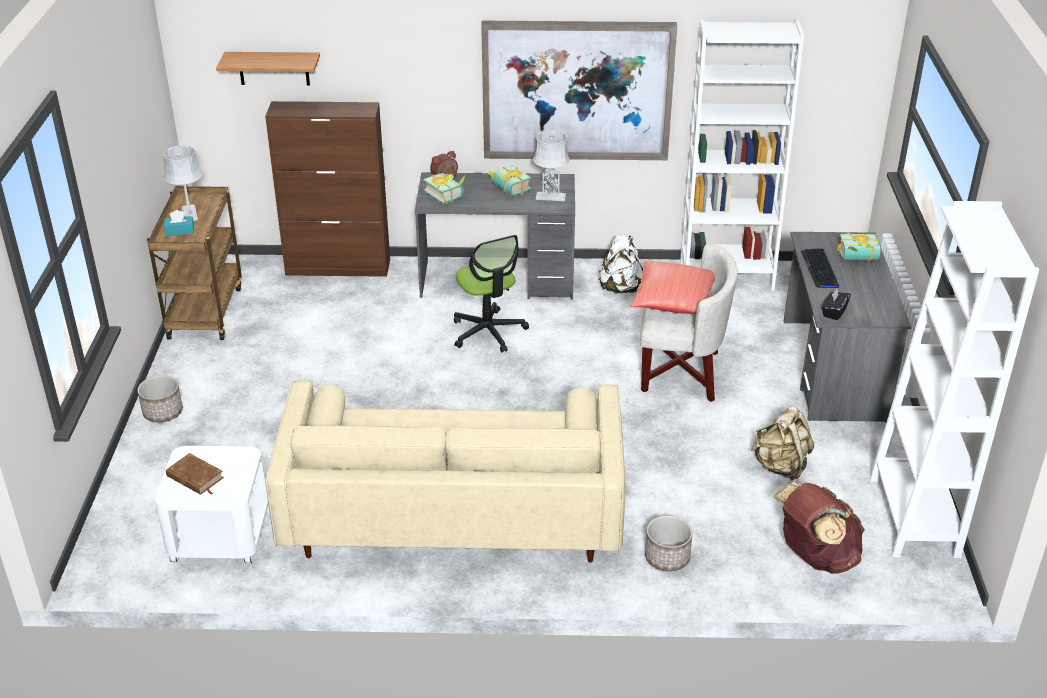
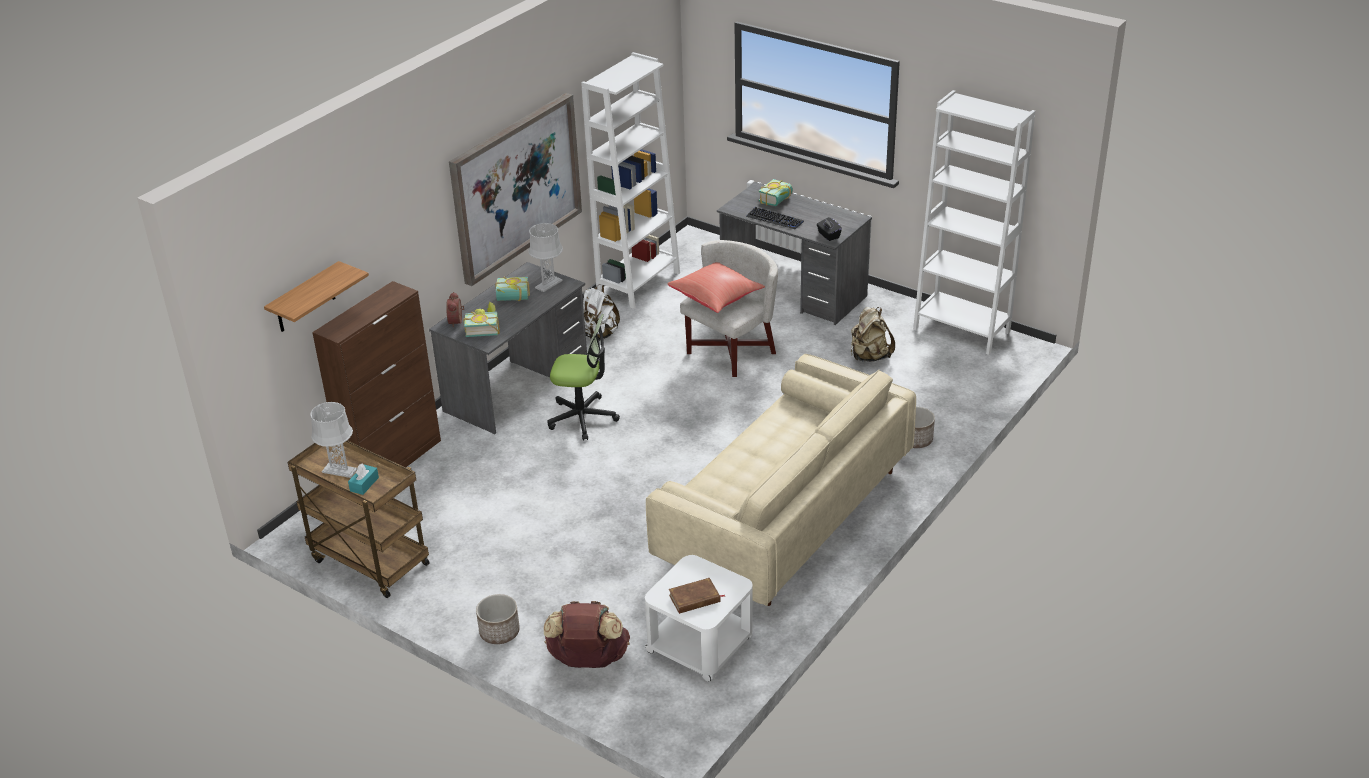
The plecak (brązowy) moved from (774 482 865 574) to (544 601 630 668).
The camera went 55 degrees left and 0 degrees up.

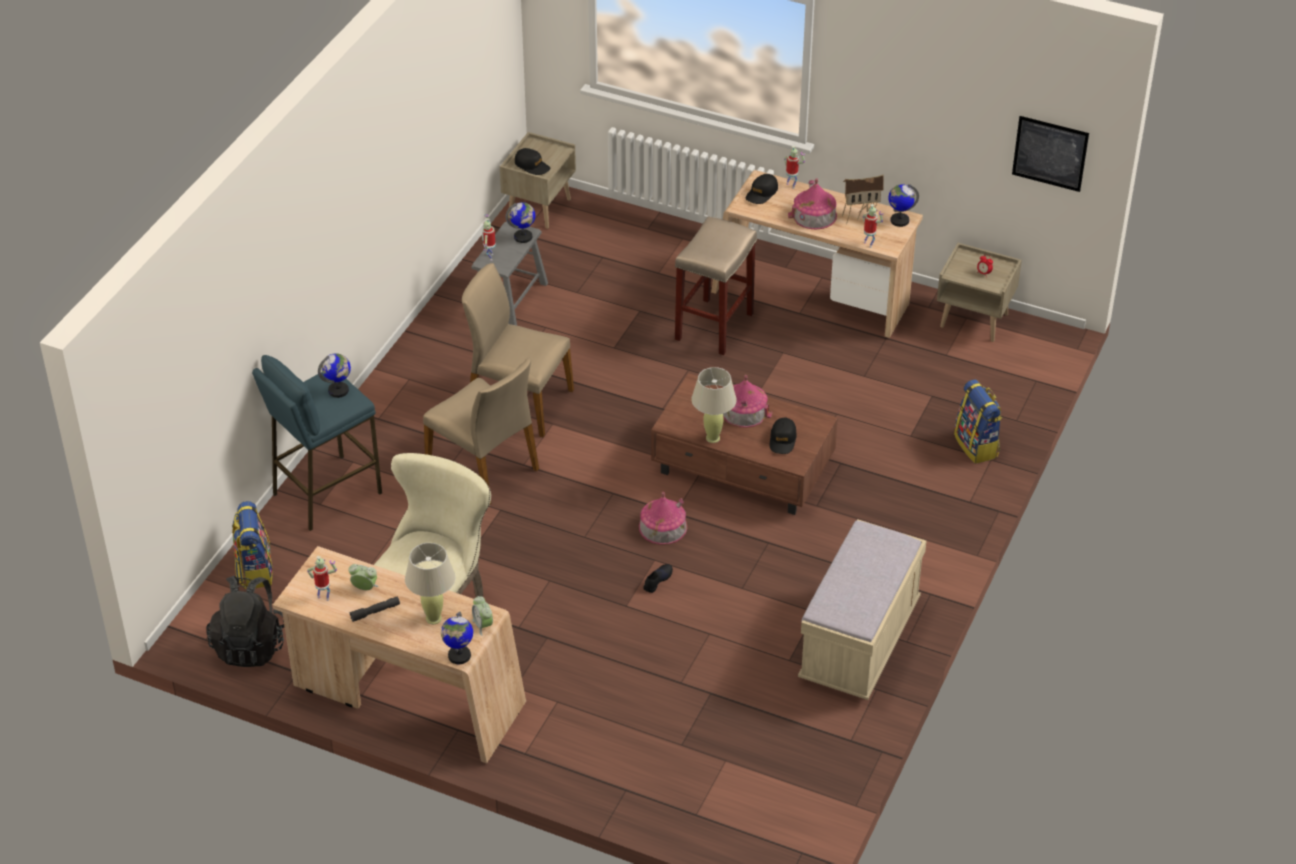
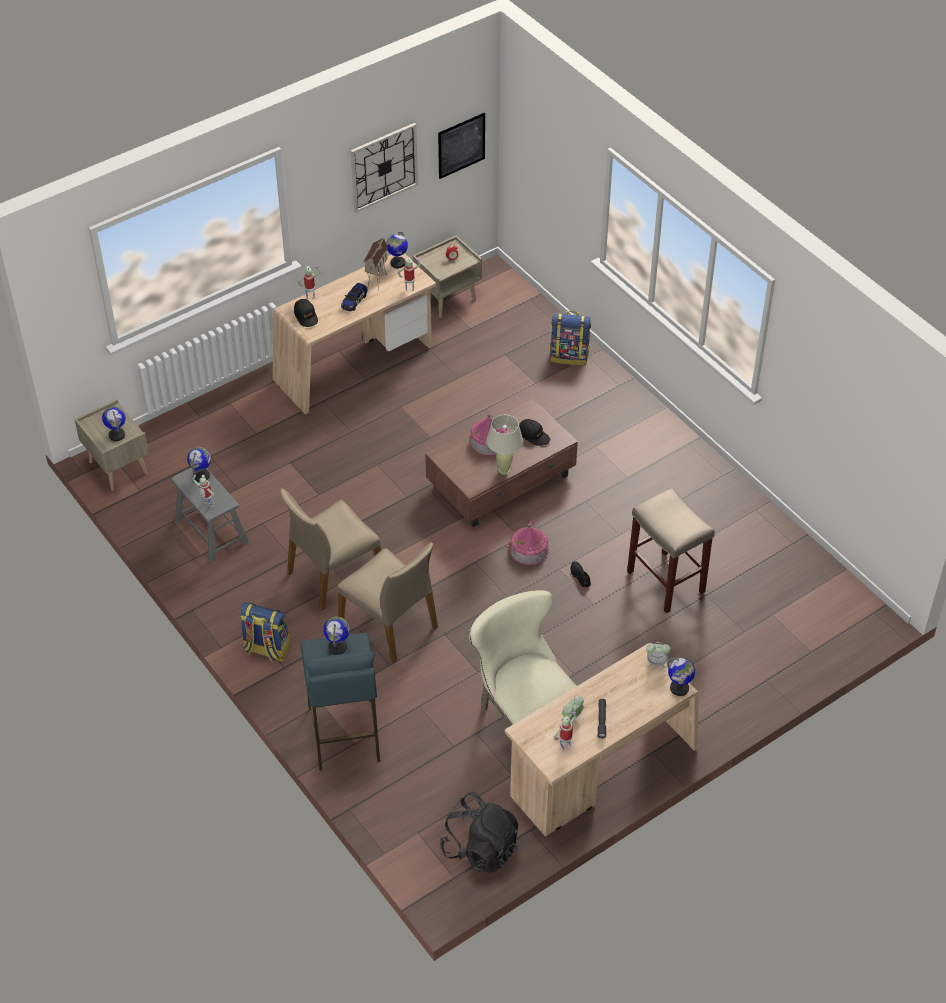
The czapka z daszkiem (czarny) at (515 148 550 175) was replaced by the globus at (102 406 126 441).
The plecak moved from (232 501 273 589) to (240 602 290 662).
The krzesło (beżowy) at (423 358 539 504) turned 60 degrees clockwise.
The domek at (788 178 837 230) was replaced by the samochodzik at (341 283 368 311).
The zegar ścienny at (351 123 418 213) appeared.
The stołek (beżowy) moved from (675 216 757 355) to (627 488 715 613).
The lampa stołowa (beżowy) at (405 543 455 624) disappeared.
The ławka (beżowy) at (798 519 926 700) disappeared.
The camera went 60 degrees left and 5 degrees up.

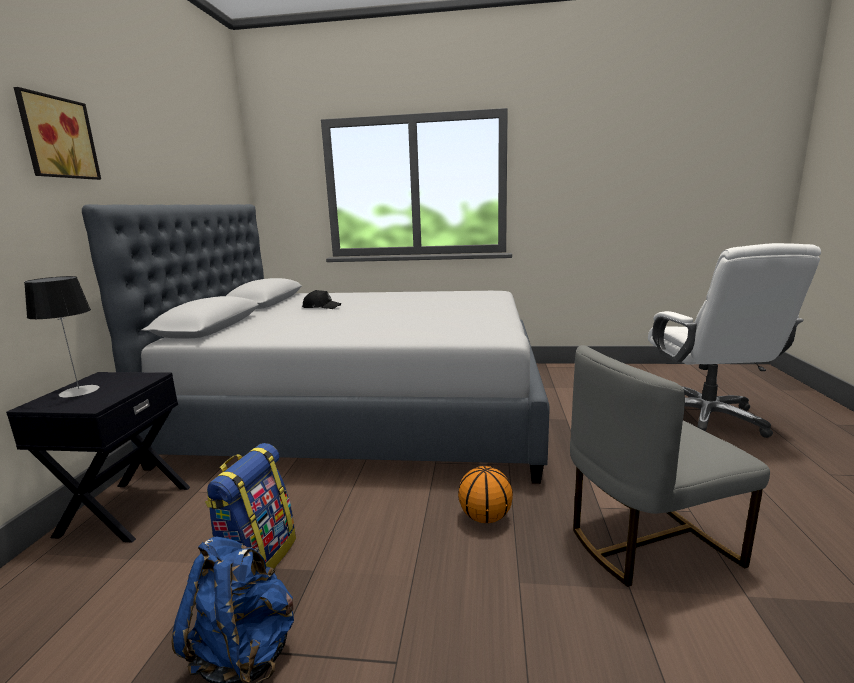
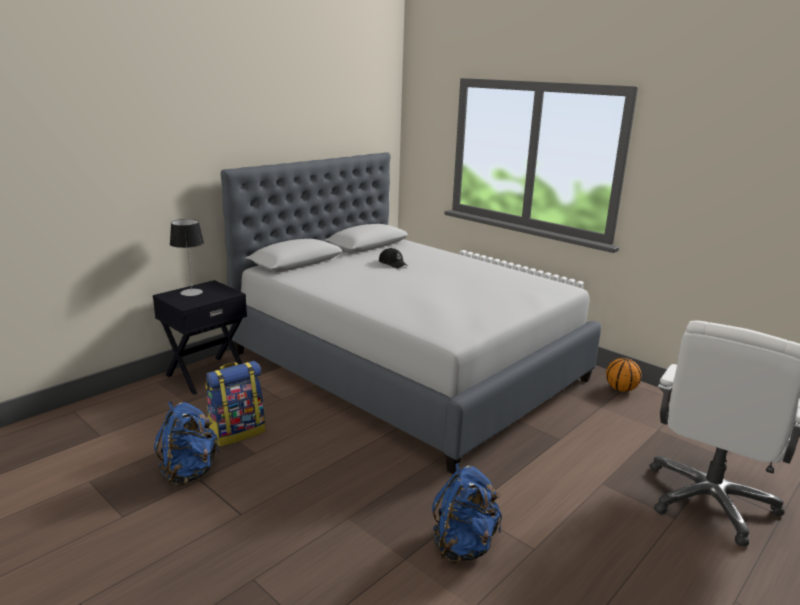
The krzesło (szary) at (570 345 770 587) was replaced by the plecak (niebieski) at (432 463 502 564).
The piłka do koszykówki moved from (458 466 513 523) to (606 358 642 392).
The obraz at (14 87 101 180) disappeared.
The camera went 35 degrees right and 5 degrees up.

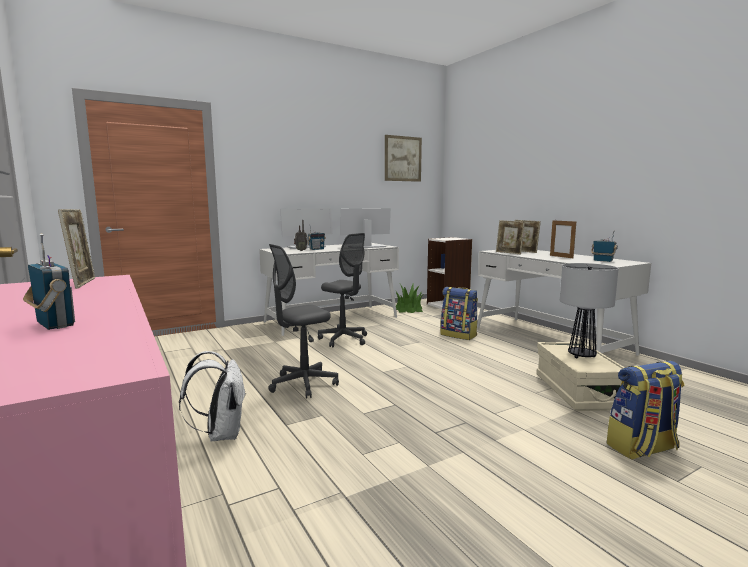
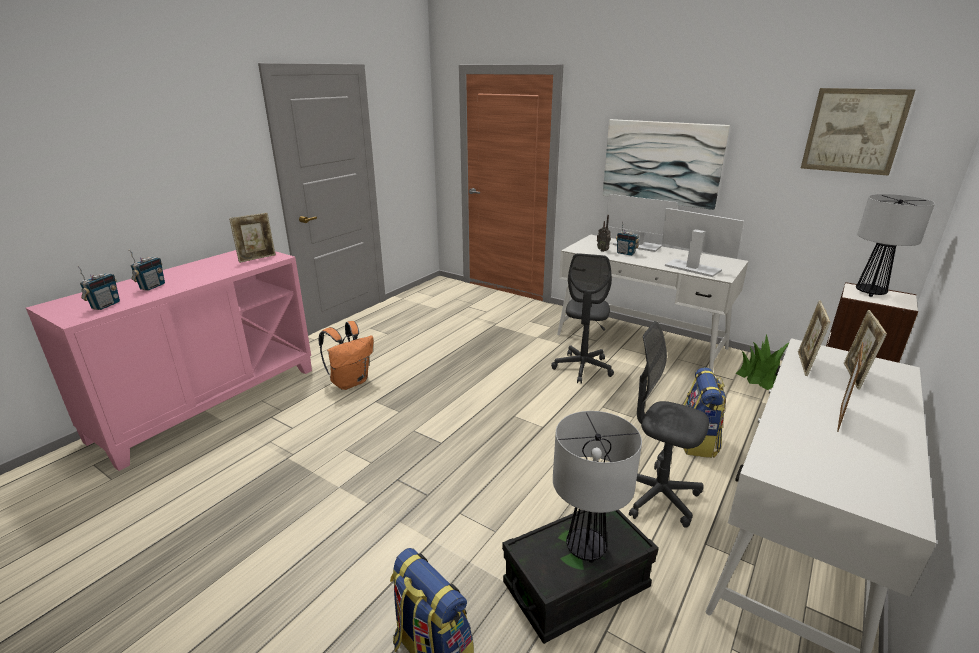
The radio moved from (591 232 618 262) to (77 266 120 310).
The plecak (biały) at (179 351 246 441) became the plecak (pomarańczowy) at (319 321 373 390).
The pojemnik do przechowywania (beżowy) at (536 341 625 411) became the pojemnik do przechowywania (czarny) at (502 510 659 644).
The obraz at (602 119 730 210) appeared.
The krzesło biurowe (szary) moved from (268 244 339 398) to (629 321 709 528).
The lampa stołowa at (856 194 935 297) appeared.
The camera went 65 degrees right and 15 degrees up.

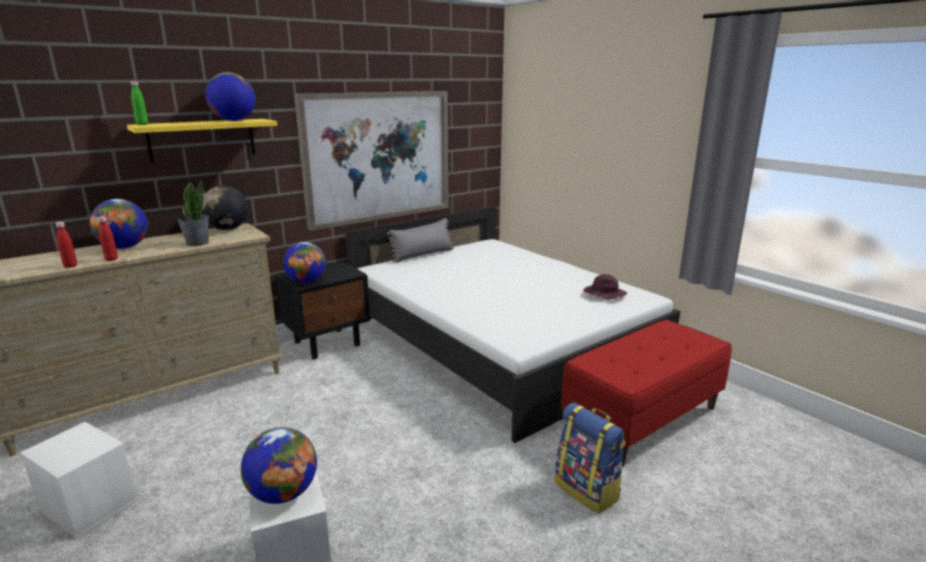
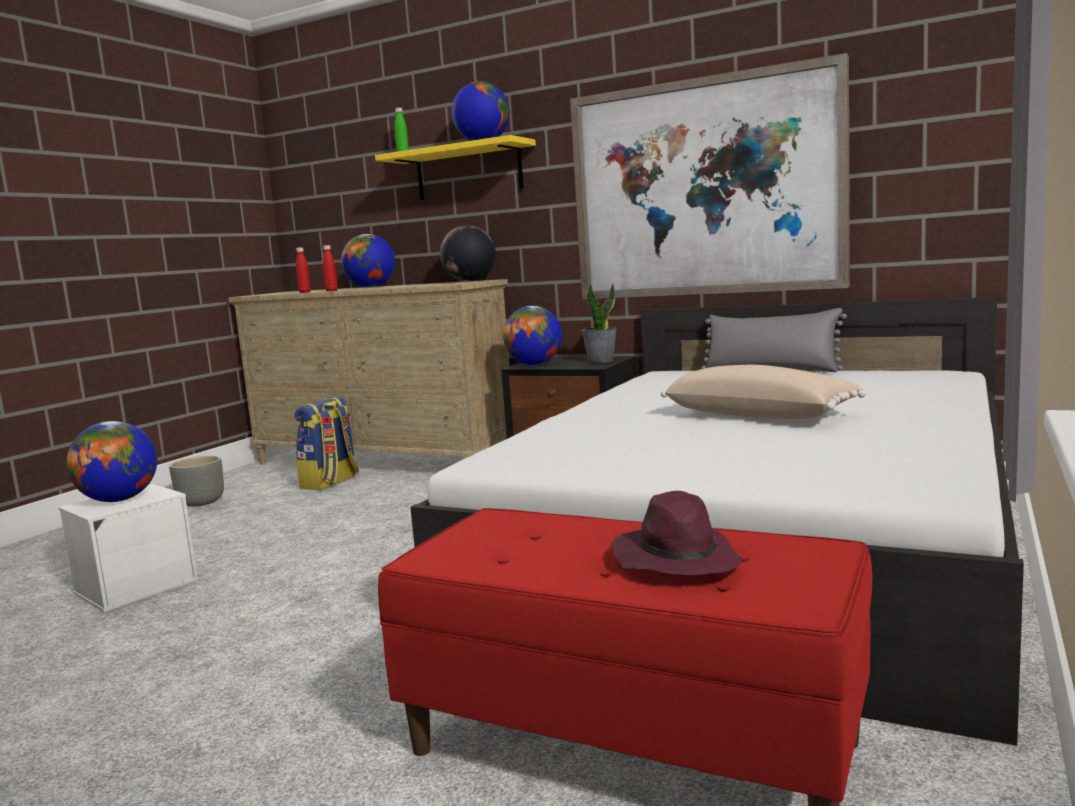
The pojemnik do przechowywania (biały) at (20 422 138 539) was replaced by the donica (szary) at (169 455 224 507).
The plecak moved from (555 403 626 514) to (294 396 359 490).
The roślina doniczkowa moved from (177 181 209 246) to (581 283 617 363).
The kapelusz (fioletowy) moved from (583 274 627 300) to (612 491 743 575).
The poduszka (beżowy) at (661 365 866 419) appeared.
The camera went 65 degrees right and 10 degrees down.

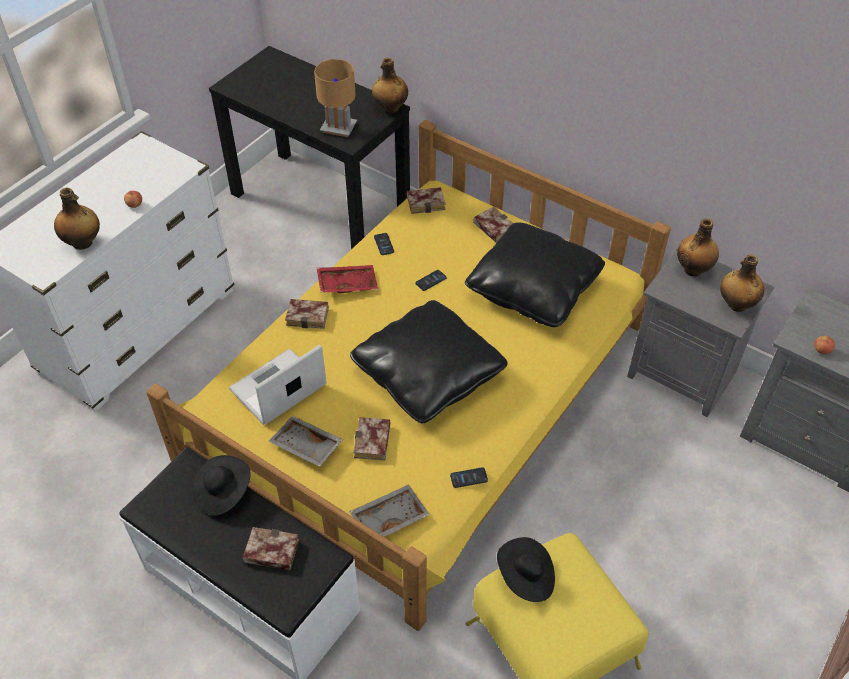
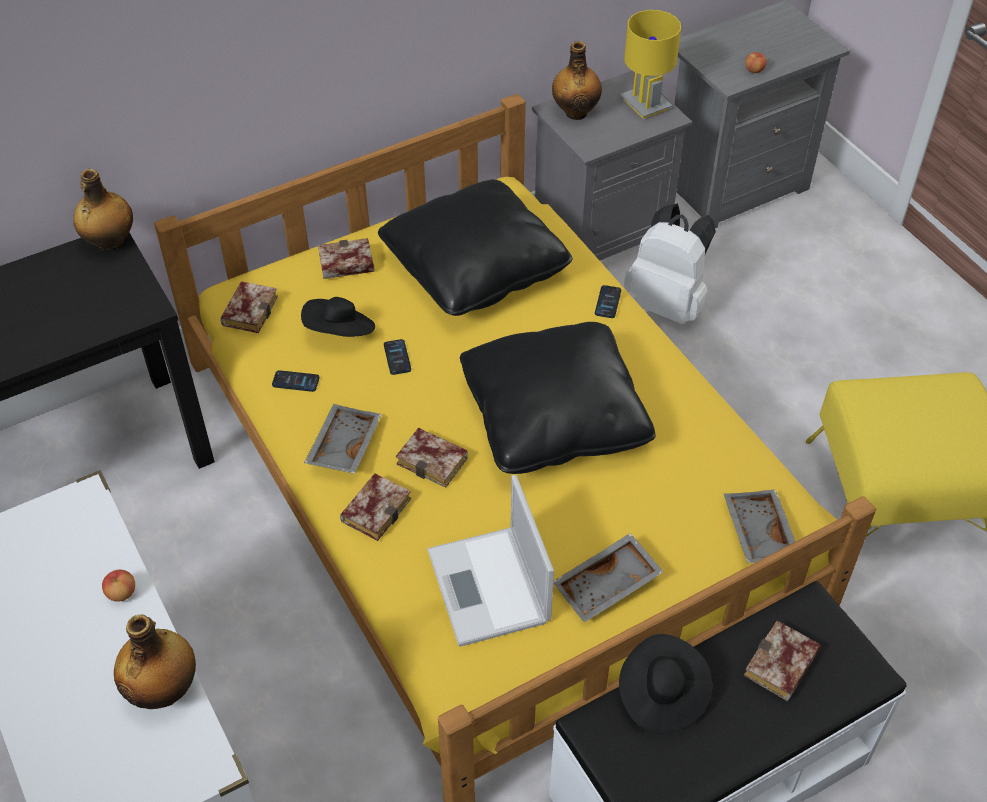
The kapelusz (czarny) moved from (497 537 555 602) to (301 297 375 337).
The taca (czerwony) at (317 265 378 293) became the taca (szary) at (304 404 382 474).
The książka moved from (354 417 391 460) to (396 428 468 488).
The telefon moved from (450 467 488 488) to (595 285 621 318).
The butelka at (720 255 764 312) was replaced by the lampa stołowa (żółty) at (620 10 681 119).
The plecak (biały) at (624 203 716 324) appeared.
The lampa stołowa (brązowy) at (314 59 357 137) disappeared.
The camera went 65 degrees left and 0 degrees up.

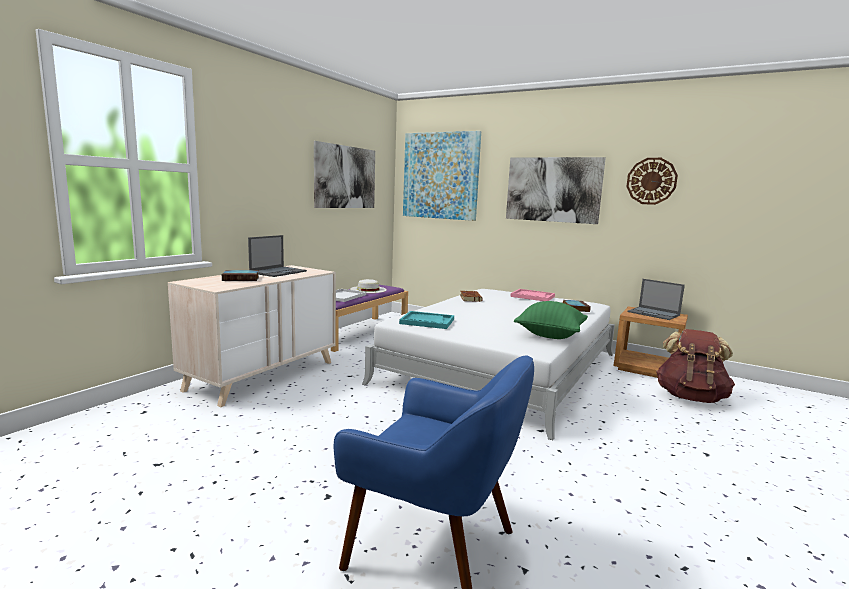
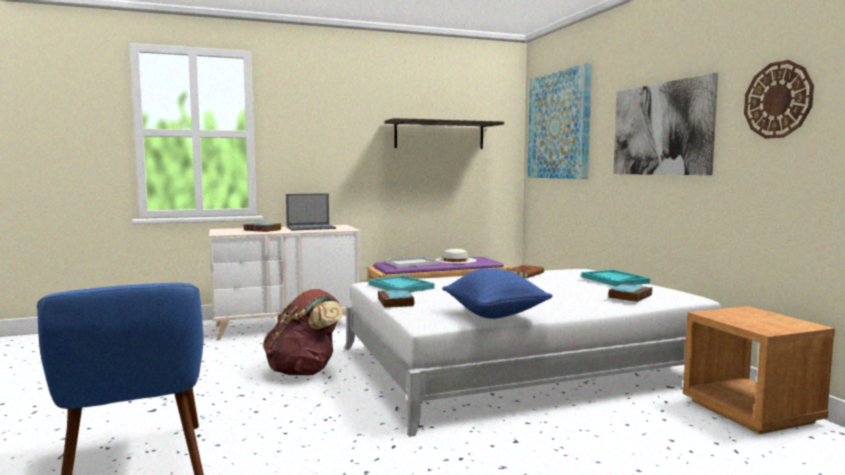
The plecak (brązowy) moved from (656 329 735 403) to (263 289 343 375).
The książka at (378 290 415 308) appeared.
The obraz at (314 141 375 208) was replaced by the półka at (385 118 504 149).
The poduszka (zielony) at (514 301 588 339) became the poduszka (niebieski) at (442 269 553 319).
The taca (różowy) at (510 289 555 301) became the taca (turkusowy) at (581 270 650 287).
The laptop at (627 279 685 320) disappeared.
The camera went 40 degrees right and 5 degrees down.

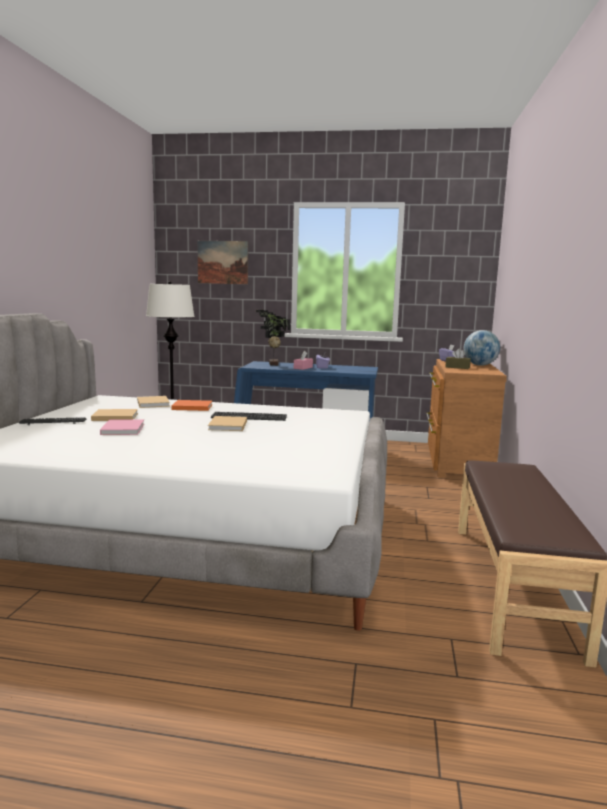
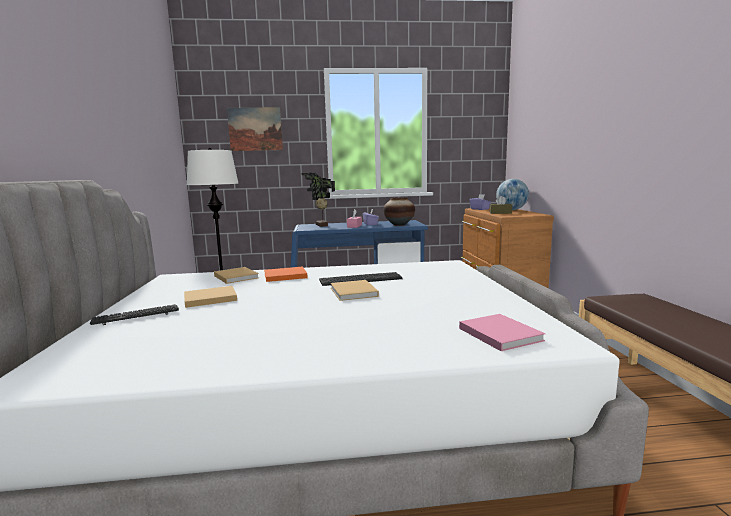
The wazon at (383 198 415 226) appeared.
The książka (różowy) moved from (100 419 144 435) to (459 314 546 351).
The camera went 15 degrees left and 0 degrees up.

